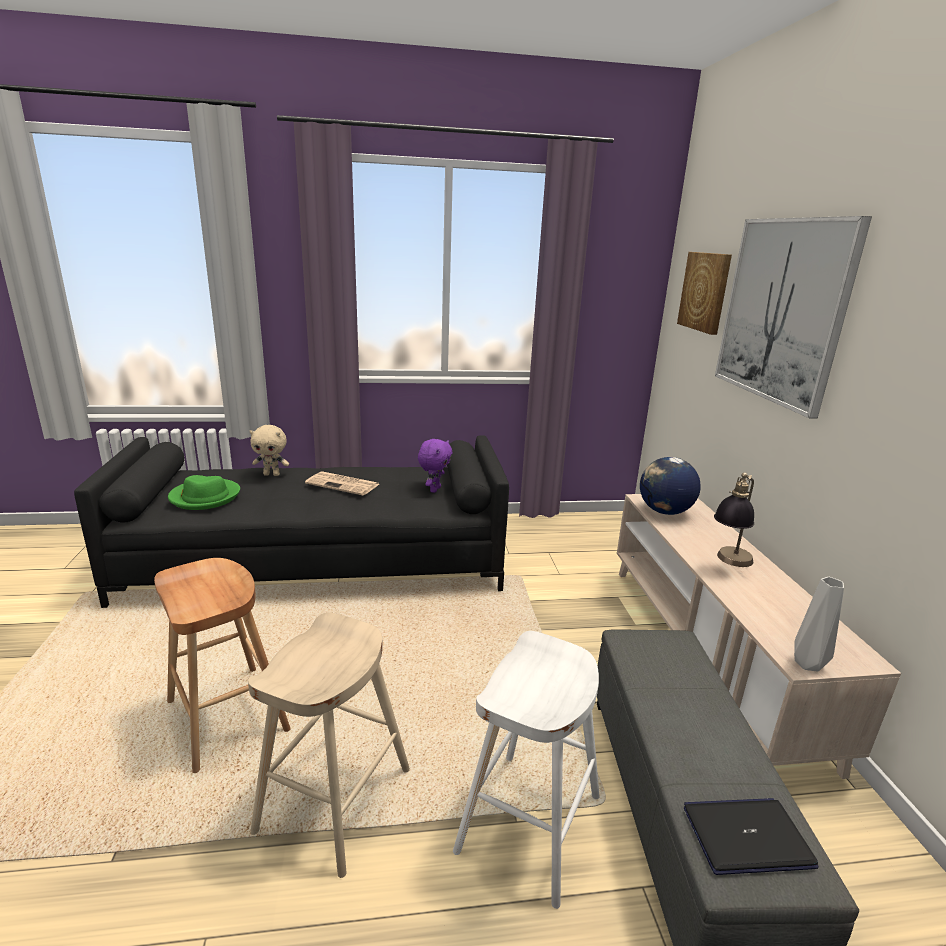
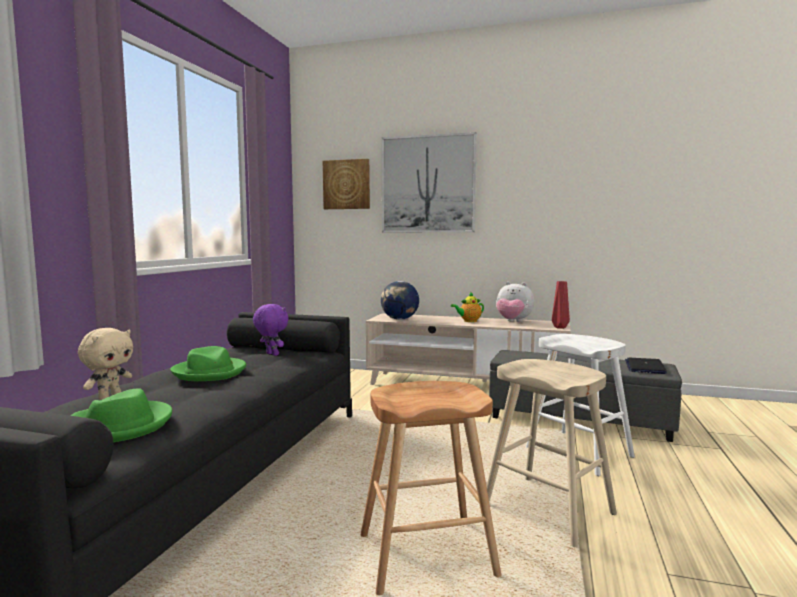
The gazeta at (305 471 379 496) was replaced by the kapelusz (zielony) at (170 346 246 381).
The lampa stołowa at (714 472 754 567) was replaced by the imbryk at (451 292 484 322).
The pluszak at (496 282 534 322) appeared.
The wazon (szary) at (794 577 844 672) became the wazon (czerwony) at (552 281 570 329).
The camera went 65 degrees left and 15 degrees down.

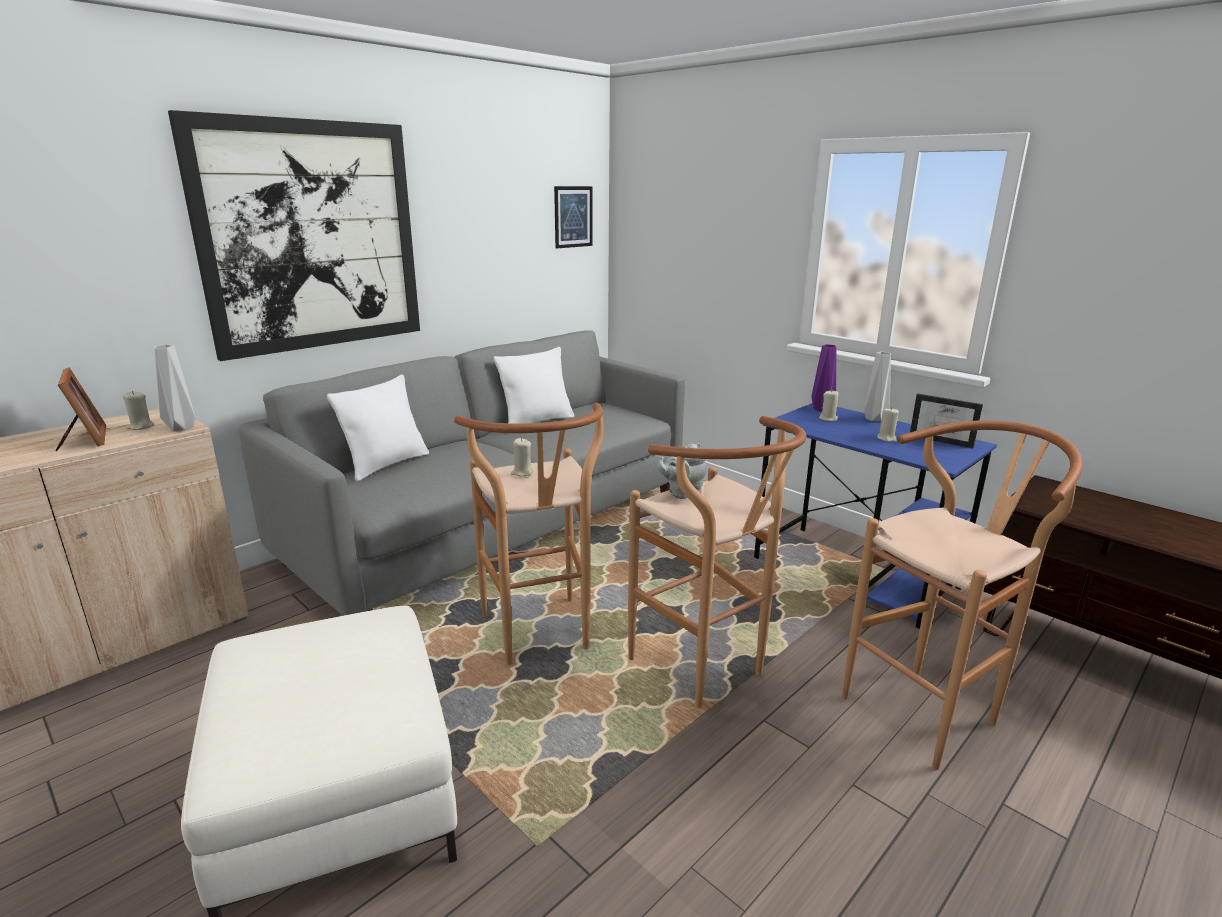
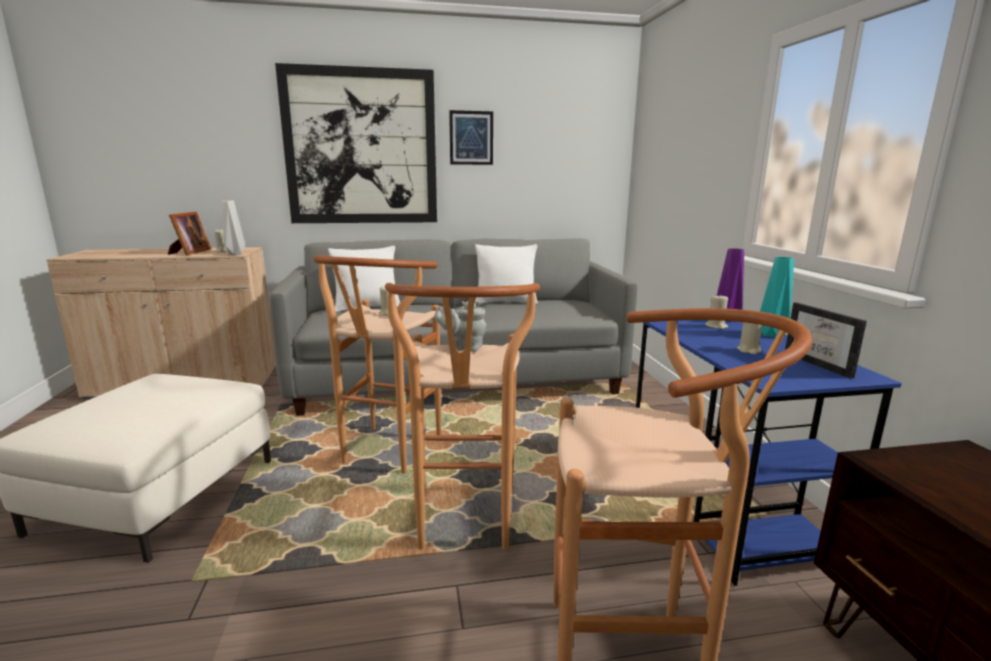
The obraz moved from (554 186 593 249) to (449 110 493 165).
The wazon (szary) at (864 352 891 421) became the wazon (turkusowy) at (760 257 794 338).
The camera went 35 degrees right and 5 degrees down.

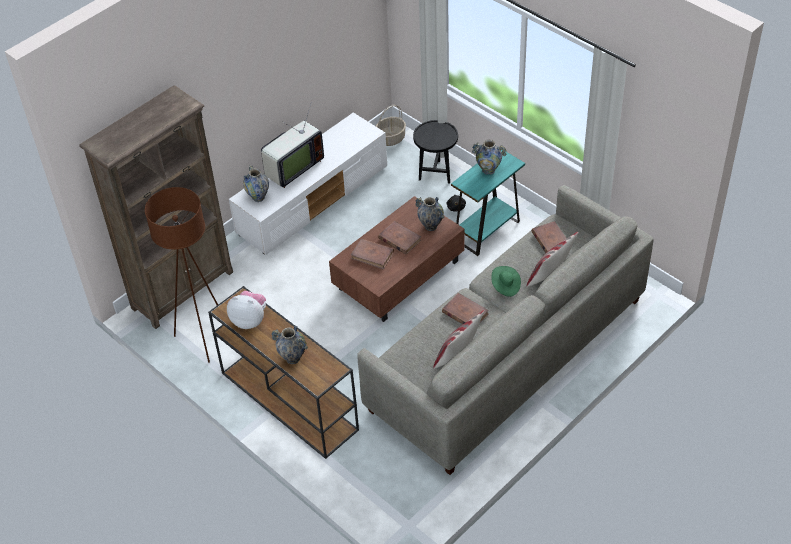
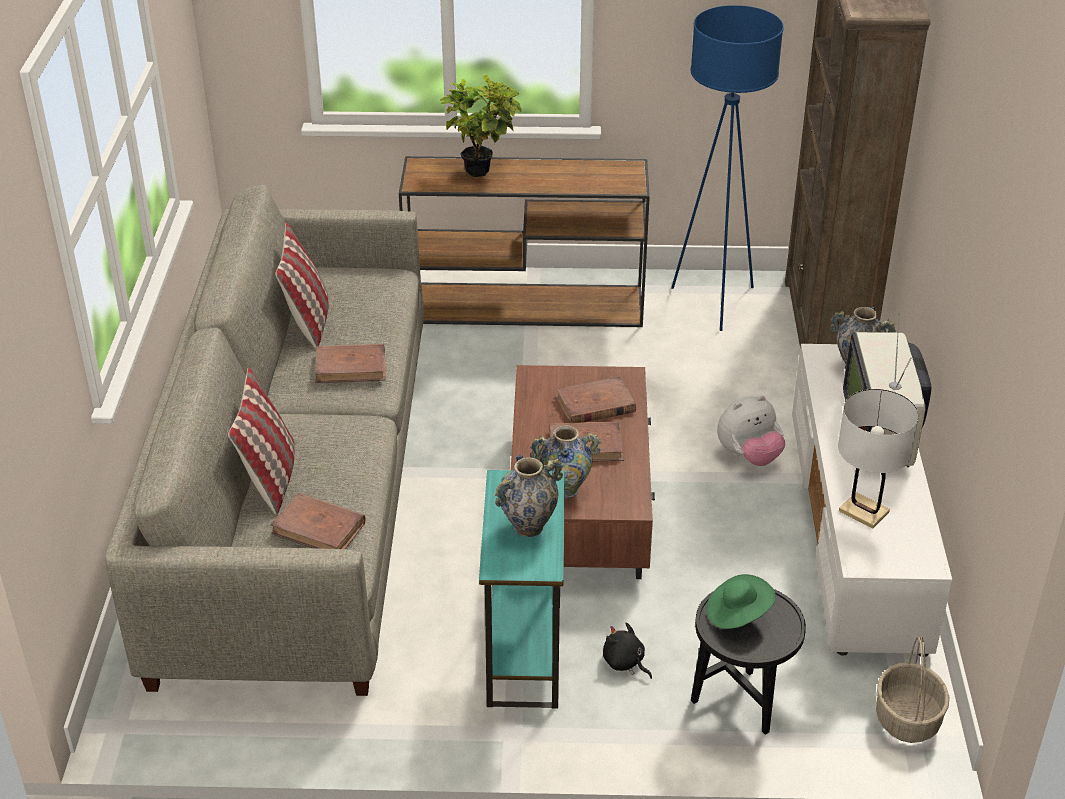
The wazon at (271 326 308 364) was replaced by the roślina doniczkowa at (440 74 521 177).
The lampa stojąca (brązowy) at (145 187 218 363) became the lampa stojąca (niebieski) at (671 5 784 331).
The kapelusz (zielony) moved from (491 266 521 297) to (707 574 776 629).
The pluszak moved from (227 291 266 329) to (717 395 785 466).
The lampa stołowa (biały) at (838 389 919 528) appeared.
The camera went 135 degrees right and 10 degrees down.

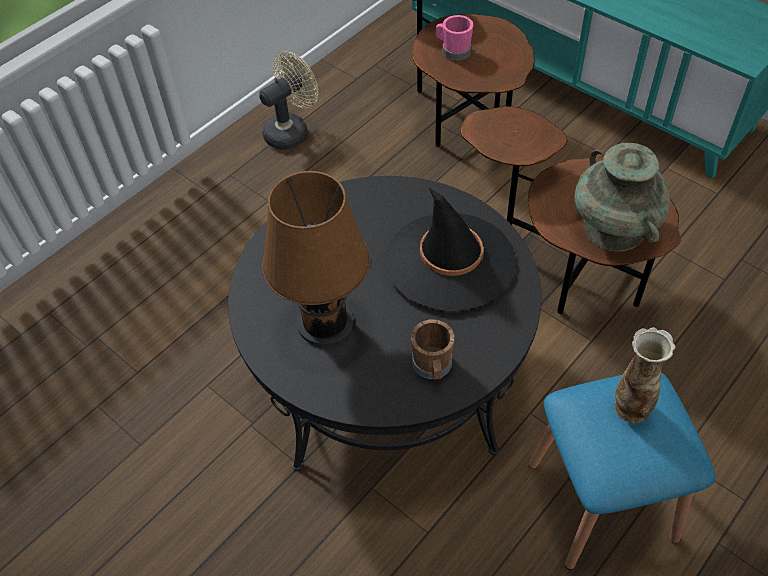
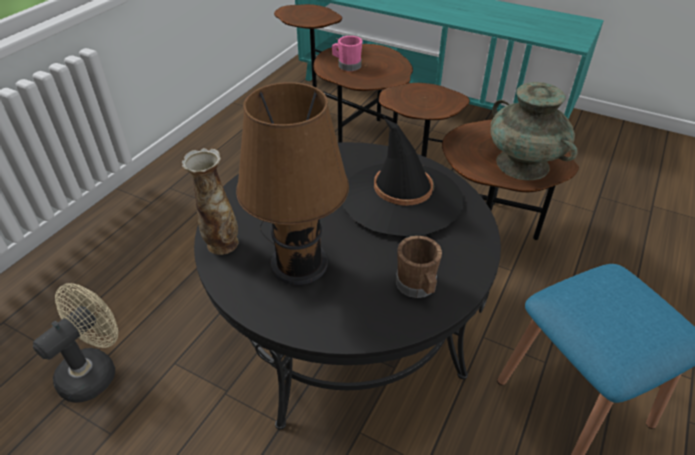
The wentylator (beżowy) moved from (259 52 318 150) to (33 283 118 403).
The wazon moved from (615 327 675 423) to (182 148 238 255).
The camera went 15 degrees left and 10 degrees down.

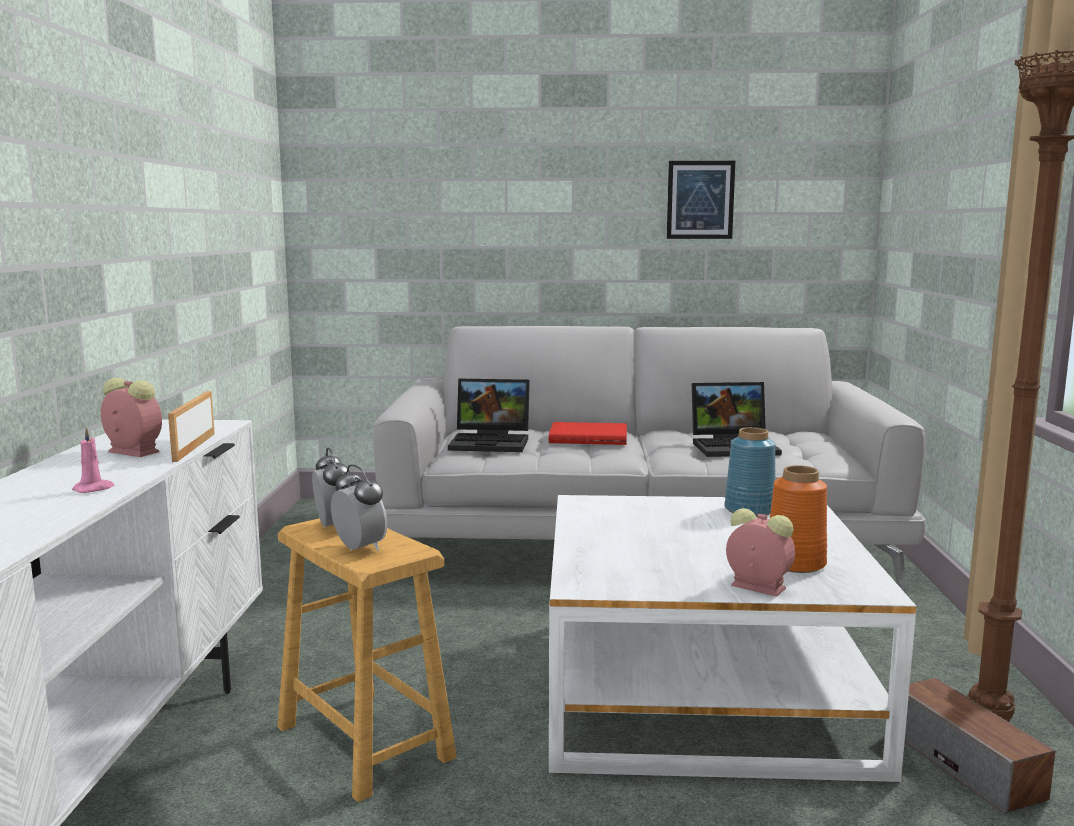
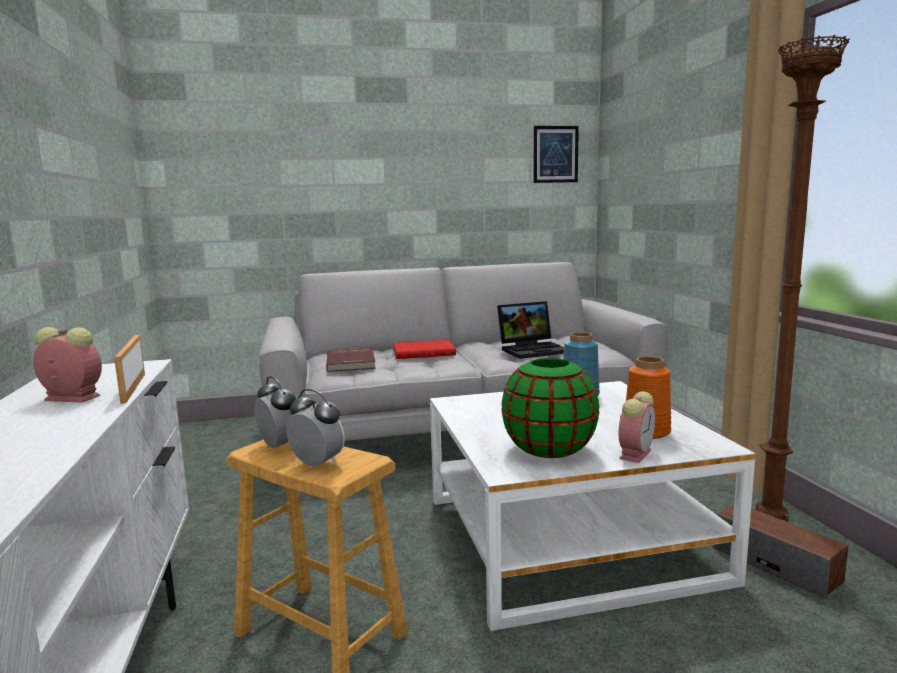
The laptop at (448 379 530 452) was replaced by the książka (czerwony) at (326 348 376 372).
The wazon (zielony) at (501 358 599 458) appeared.
The obraz moved from (667 161 735 239) to (534 126 579 183).
The budzik at (726 508 795 597) turned 105 degrees clockwise.
The świeca (różowy) at (72 427 114 493) disappeared.
The camera went 15 degrees left and 0 degrees up.

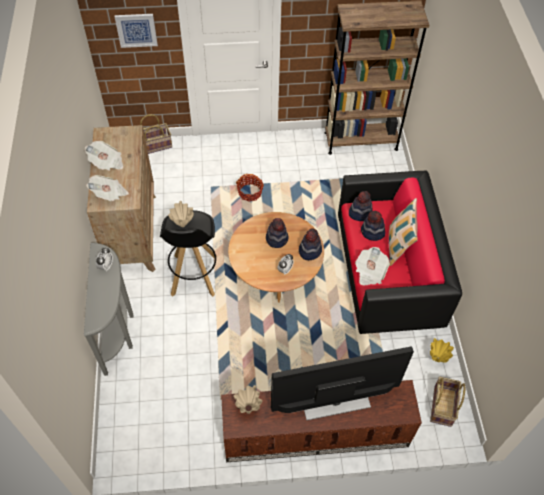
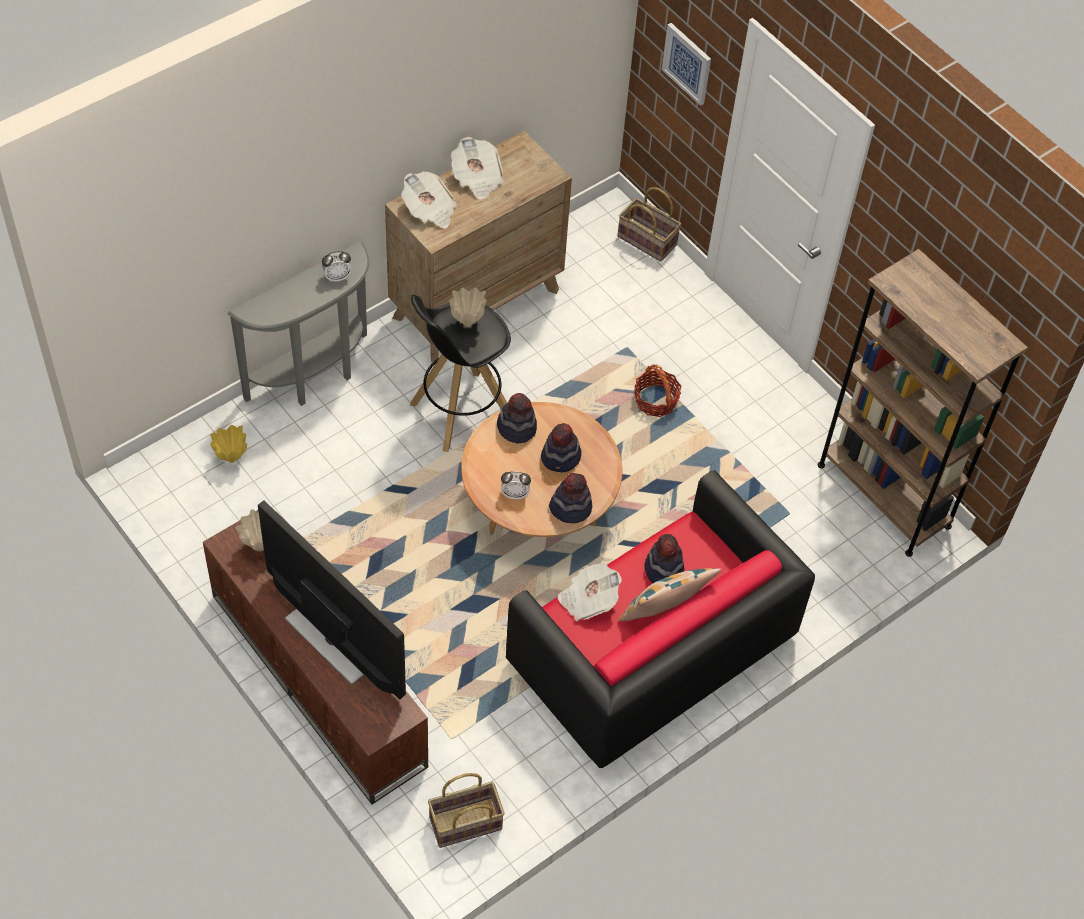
The wazon (żółty) moved from (430 338 454 363) to (210 425 247 463).
The kapelusz moved from (349 191 373 221) to (497 393 537 443).
The camera went 55 degrees right and 0 degrees up.

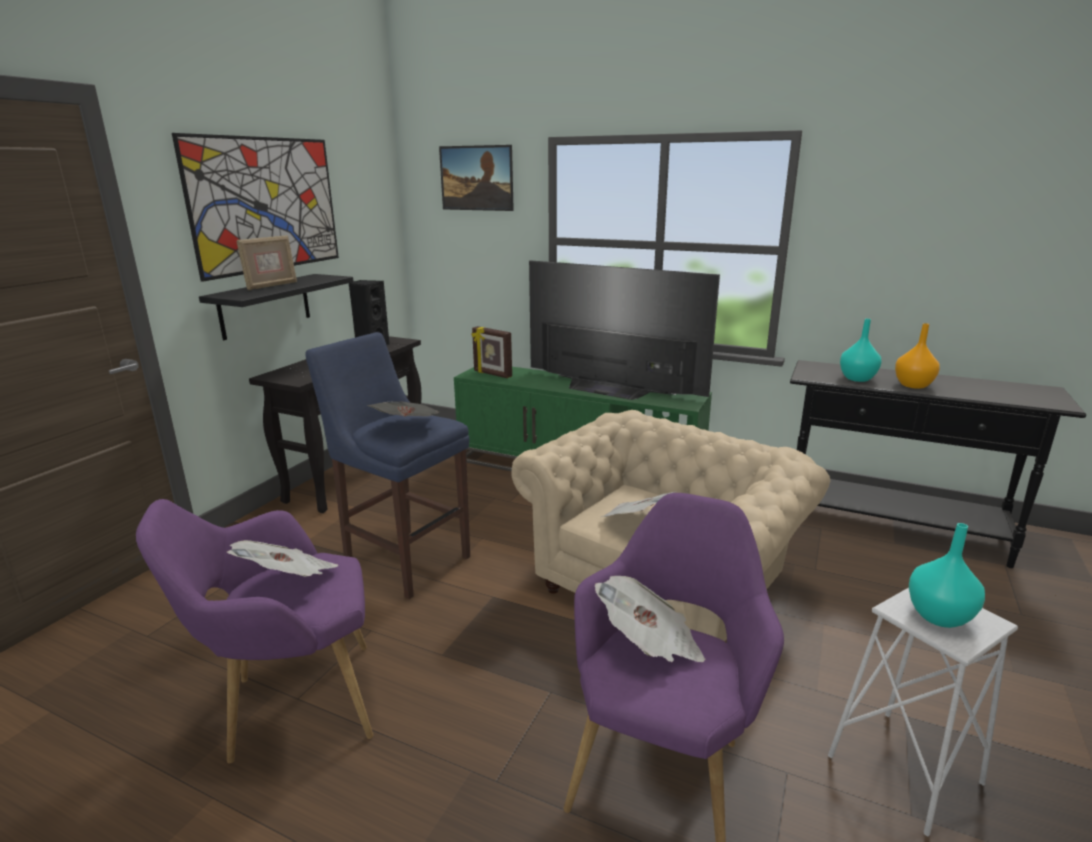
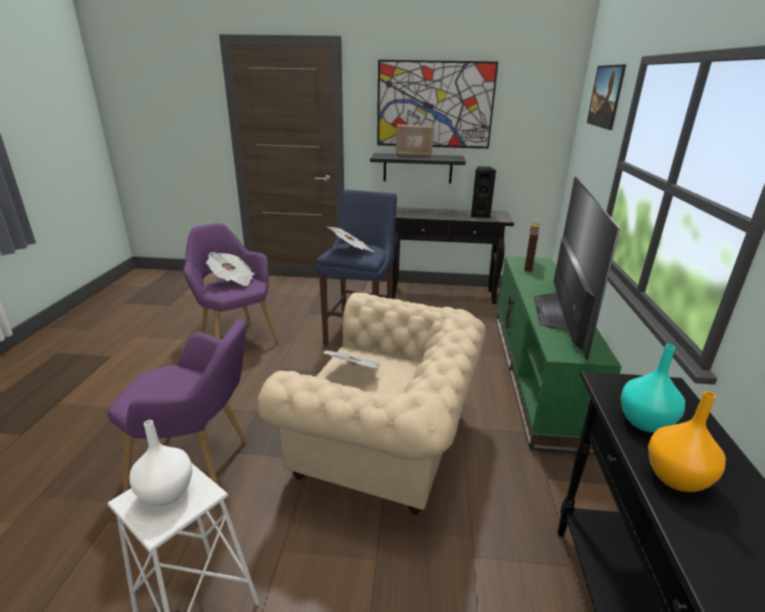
The wazon (turkusowy) at (909 523 985 628) became the wazon (biały) at (129 420 192 506).
The gazeta at (595 576 705 662) disappeared.
The camera went 70 degrees right and 5 degrees up.

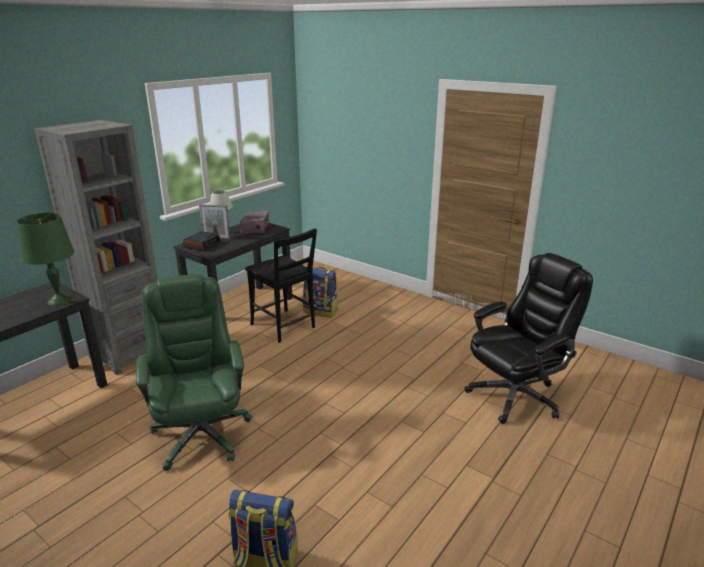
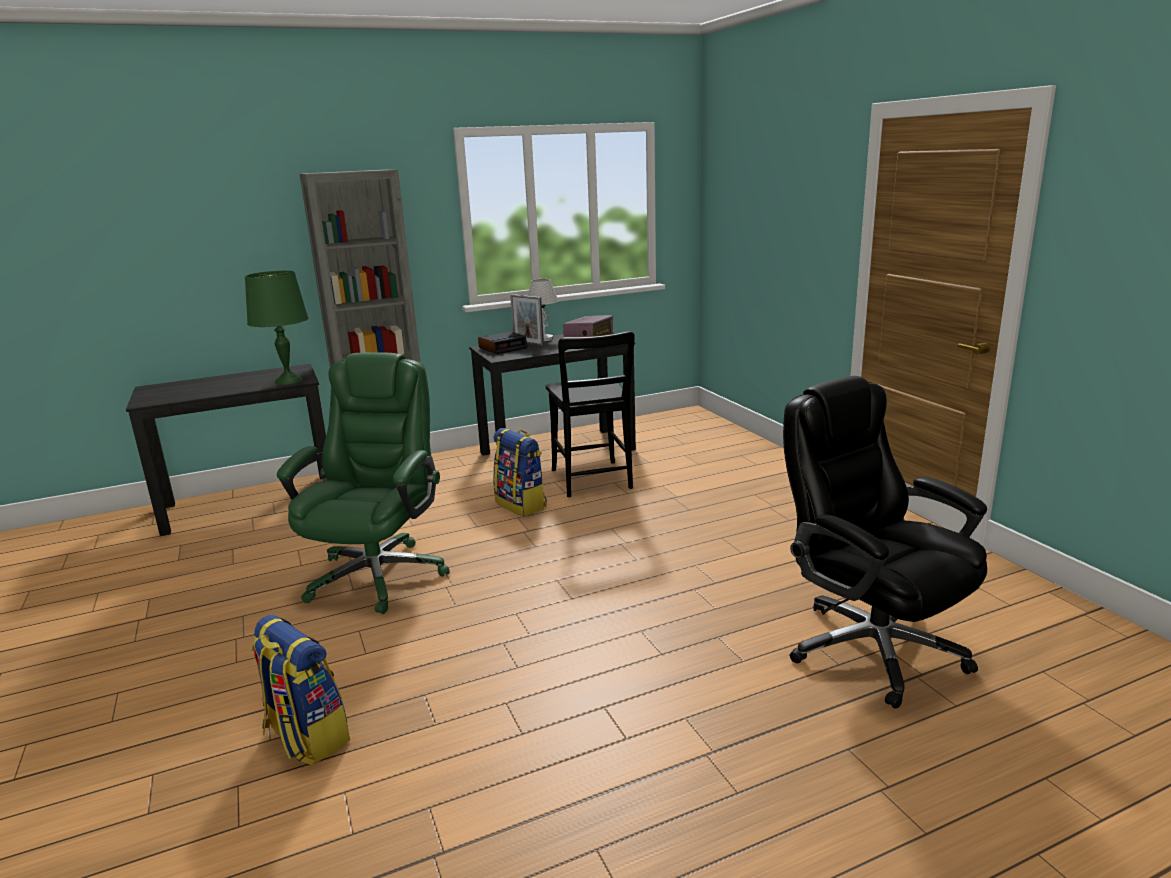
The plecak moved from (303 267 338 317) to (493 428 547 516).
The krzesło biurowe (czarny) at (464 253 593 424) turned 120 degrees counterclockwise.
The camera went 30 degrees right and 5 degrees down.

